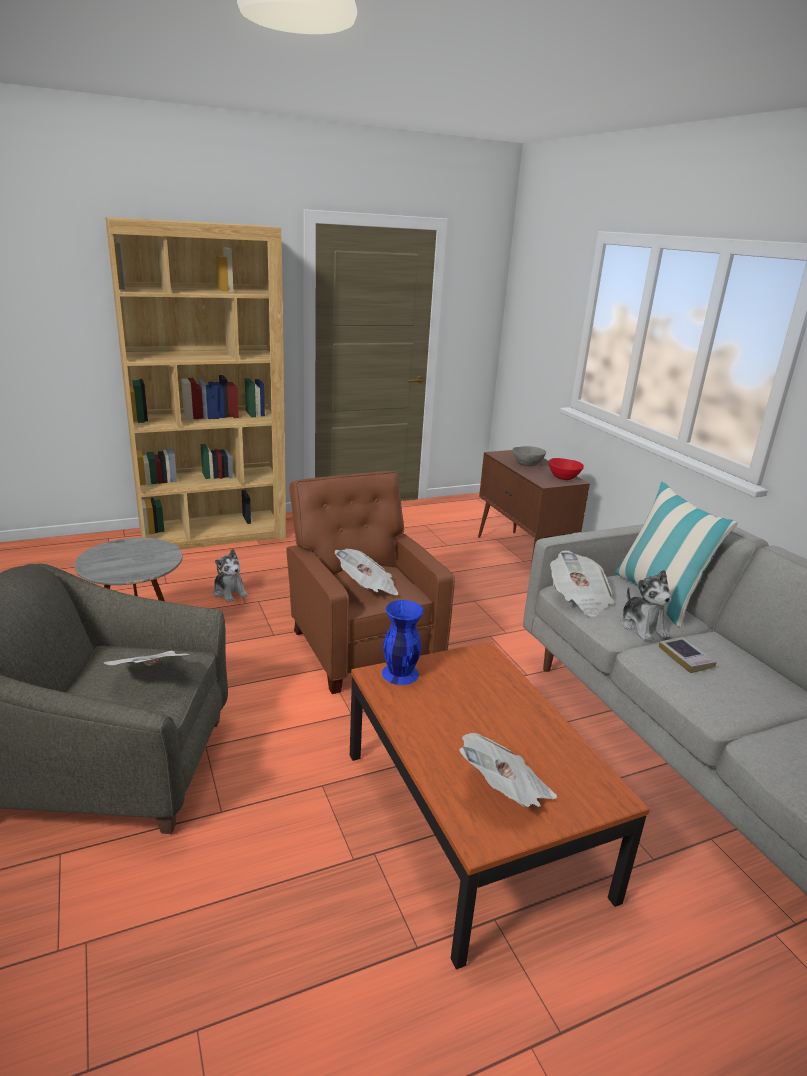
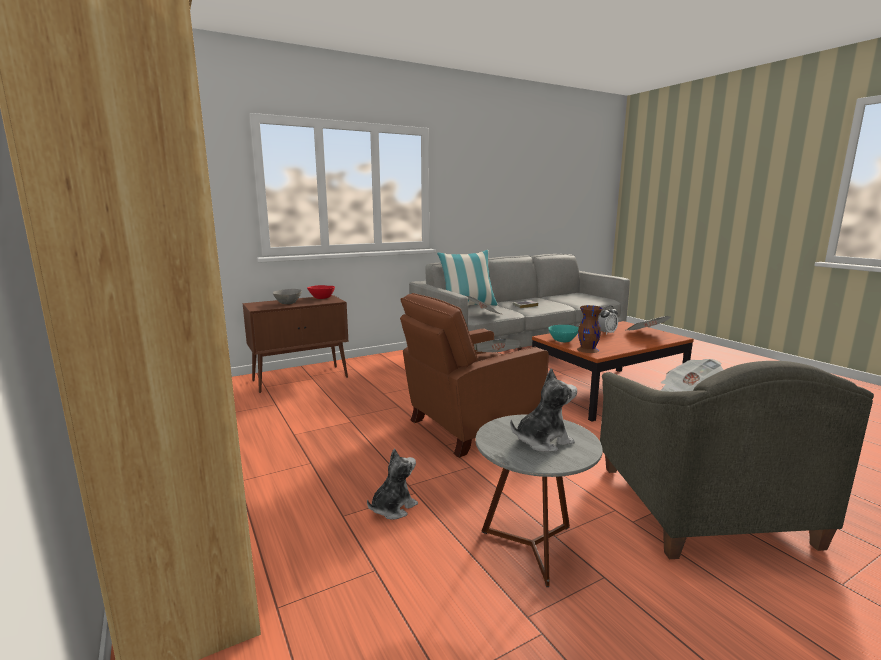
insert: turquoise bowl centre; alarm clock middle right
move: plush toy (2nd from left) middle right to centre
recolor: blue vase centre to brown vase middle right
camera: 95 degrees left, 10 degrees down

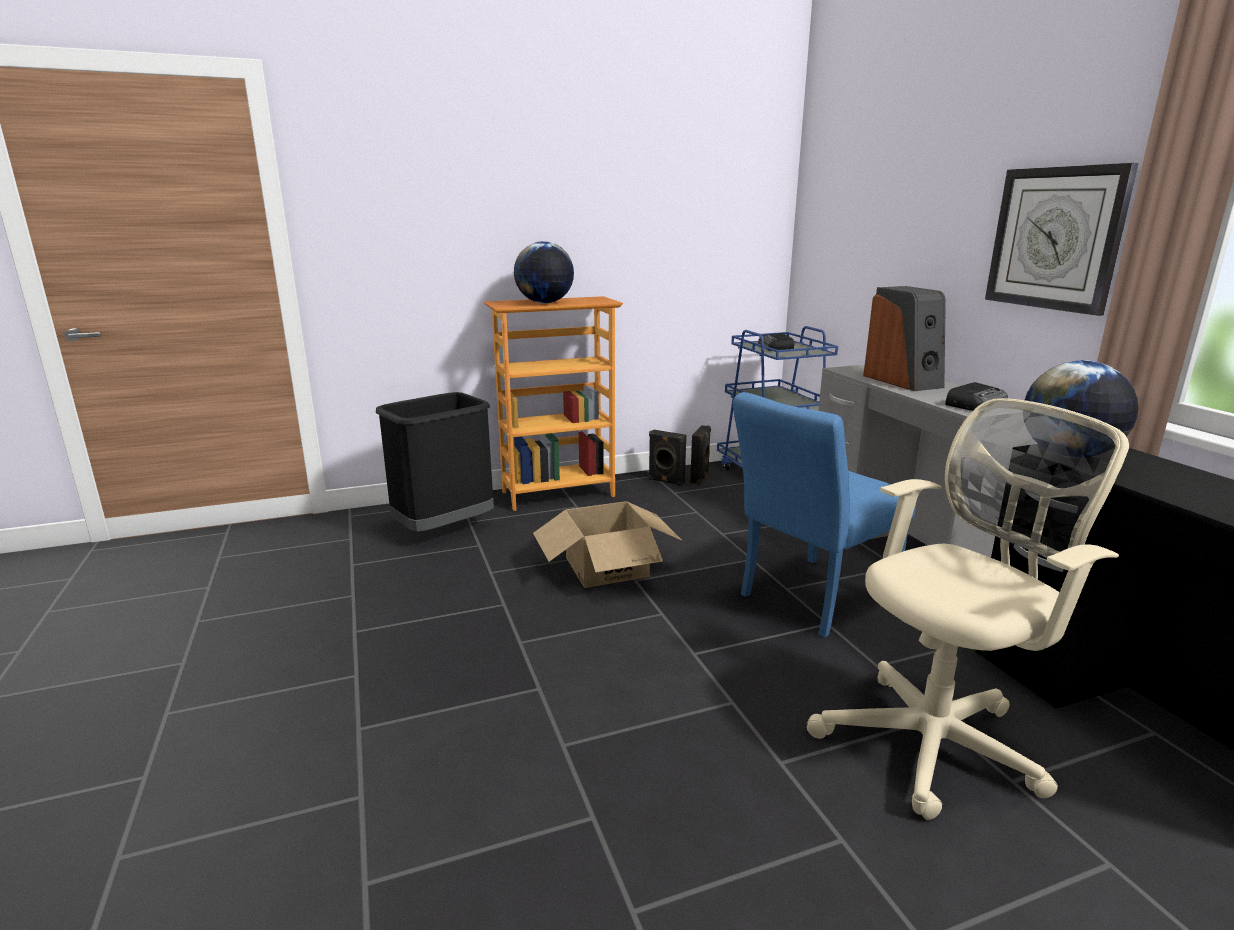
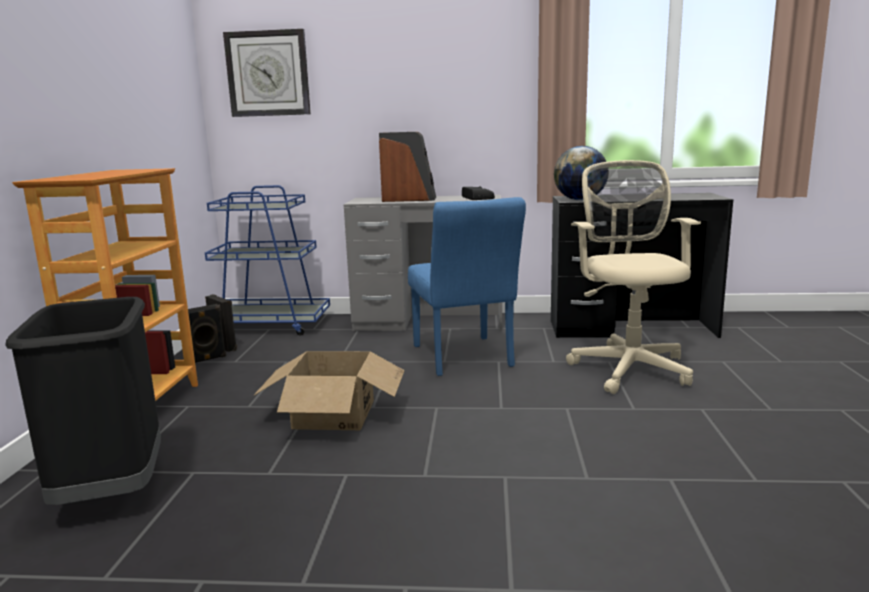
delete: globe (1st from left) top centre; radio (1st from left) centre
move: wall clock top right to top left
camera: 65 degrees left, 5 degrees down

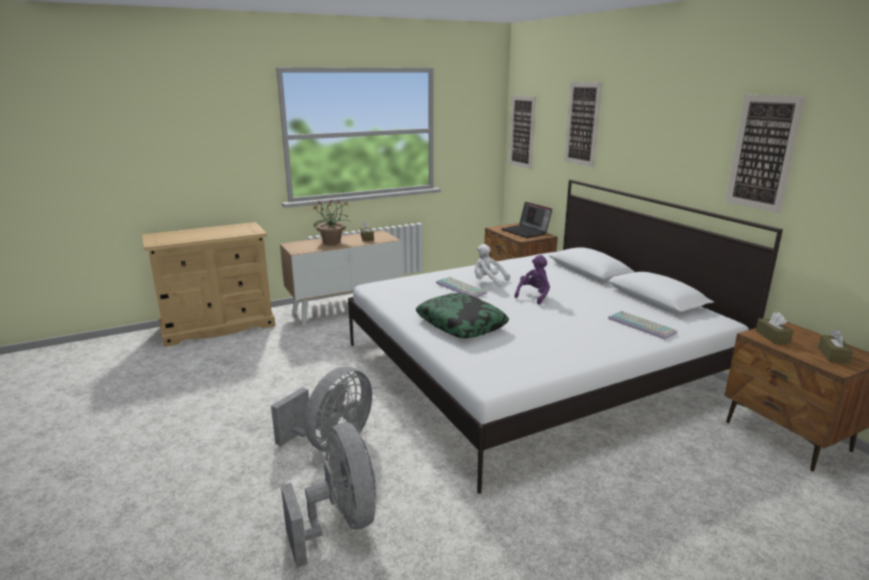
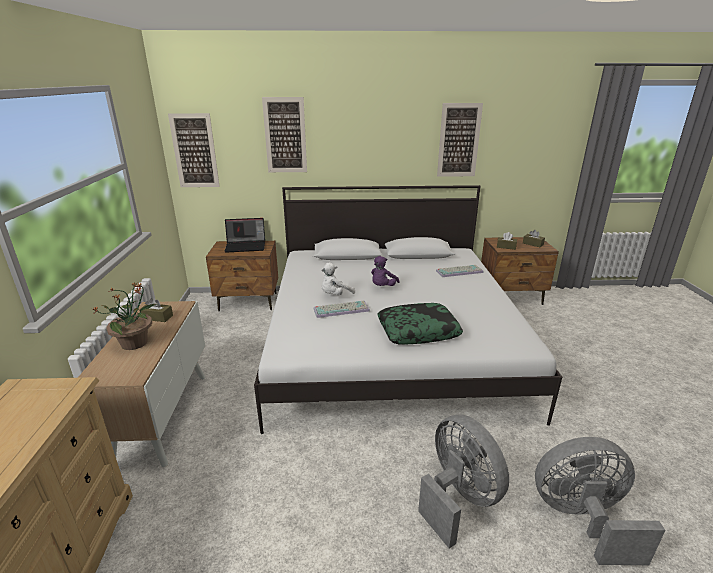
rotate: purple plush toy centre = centre 120 degrees counterclockwise
camera: 65 degrees left, 5 degrees up

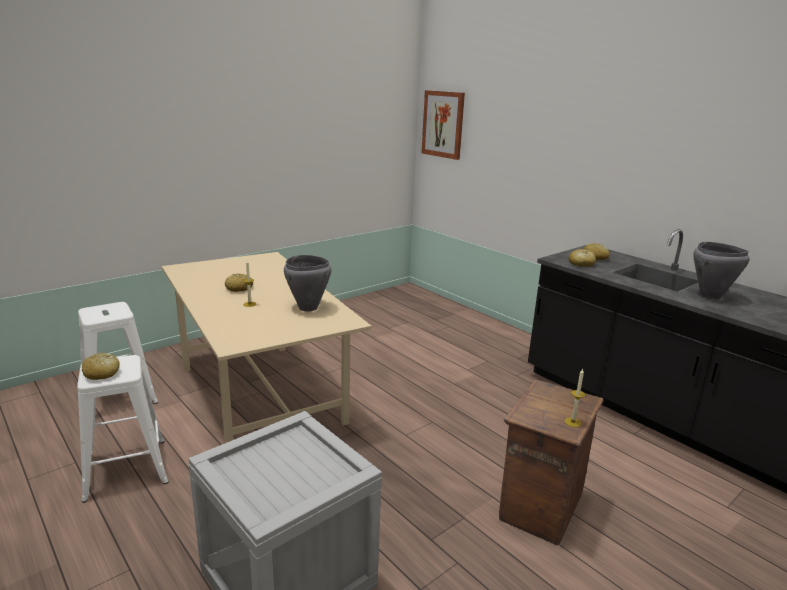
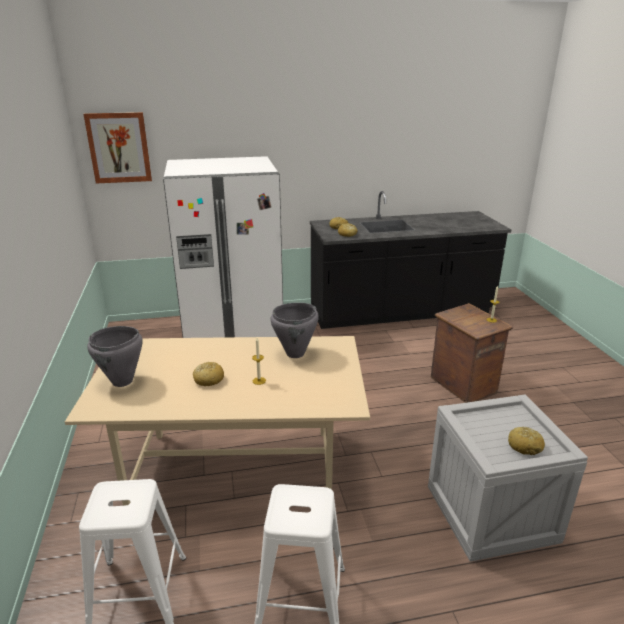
insert: white fridge centre
move: bread (1st from left in the first image) middle left to bread (4th from left) bottom right; grey cooking pot (2nd from left in the first image) middle right to grey cooking pot (1st from left) middle left
camera: 60 degrees left, 5 degrees up

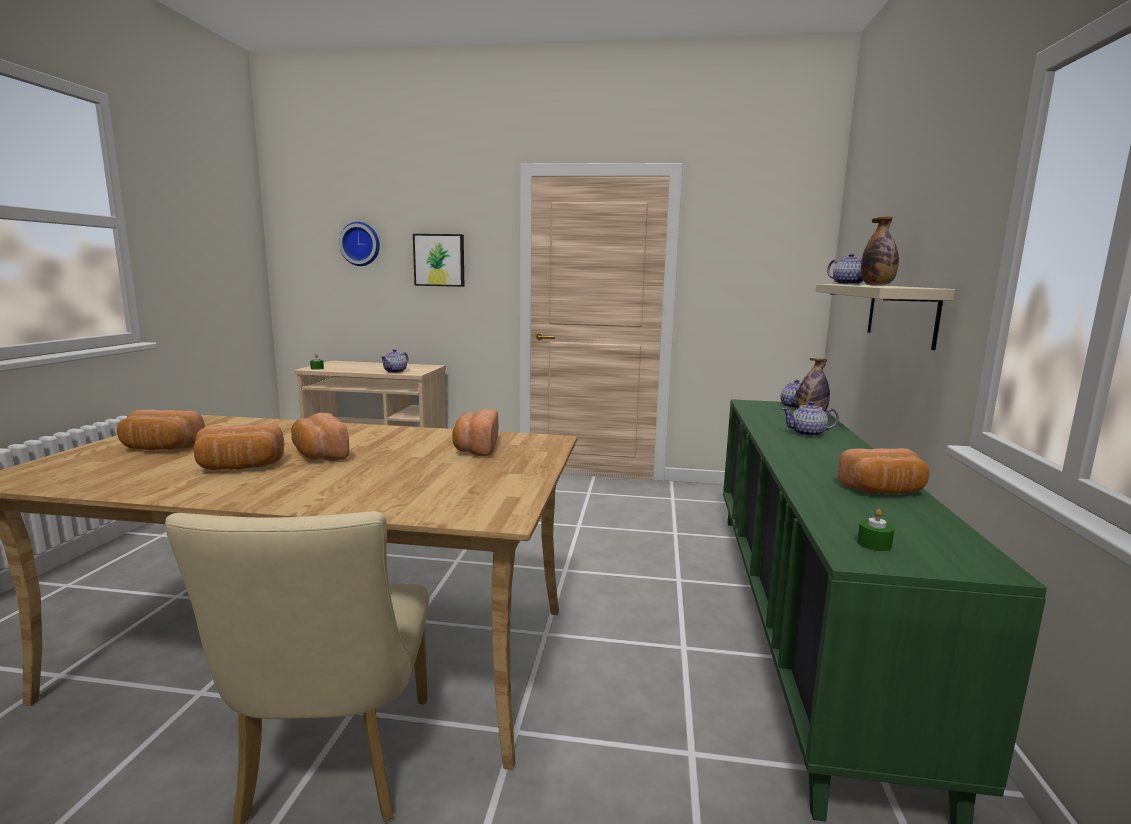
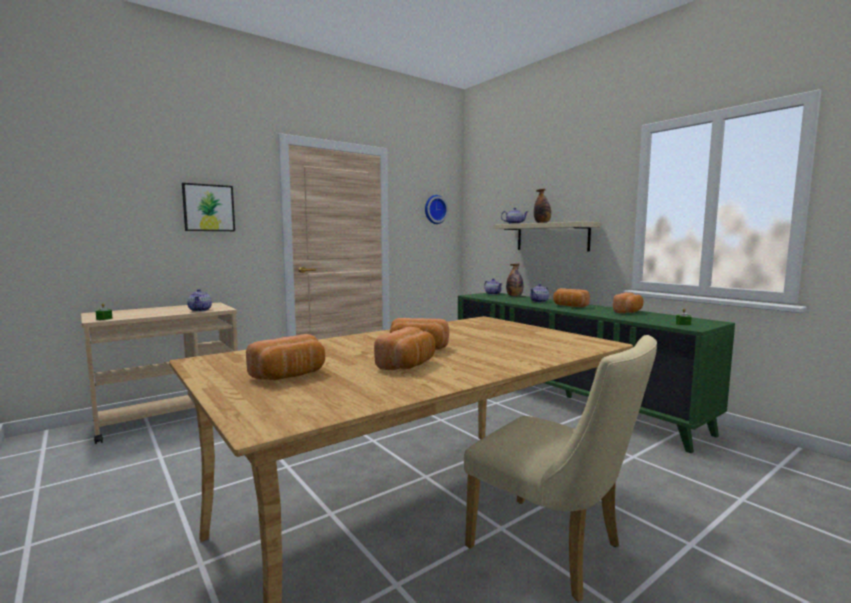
move: wall clock top left to centre; bread (4th from left) centre to middle right
camera: 45 degrees left, 5 degrees down

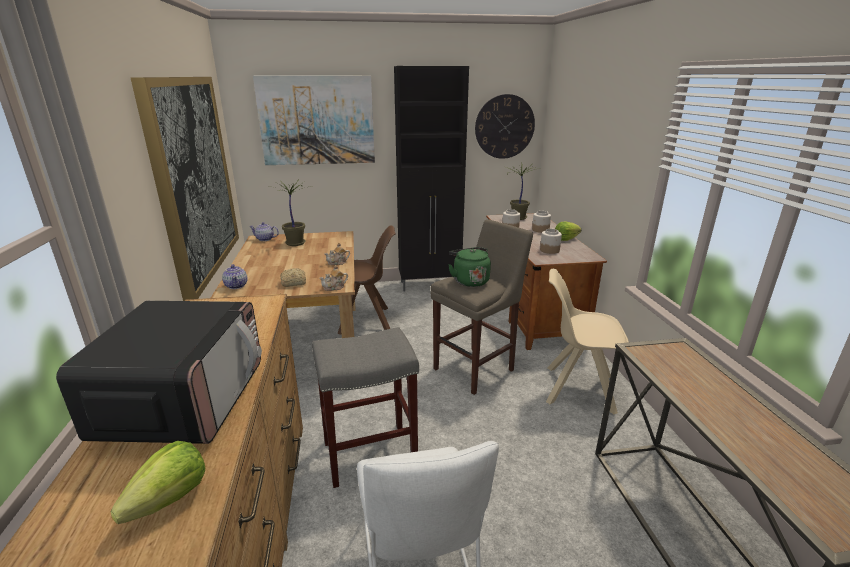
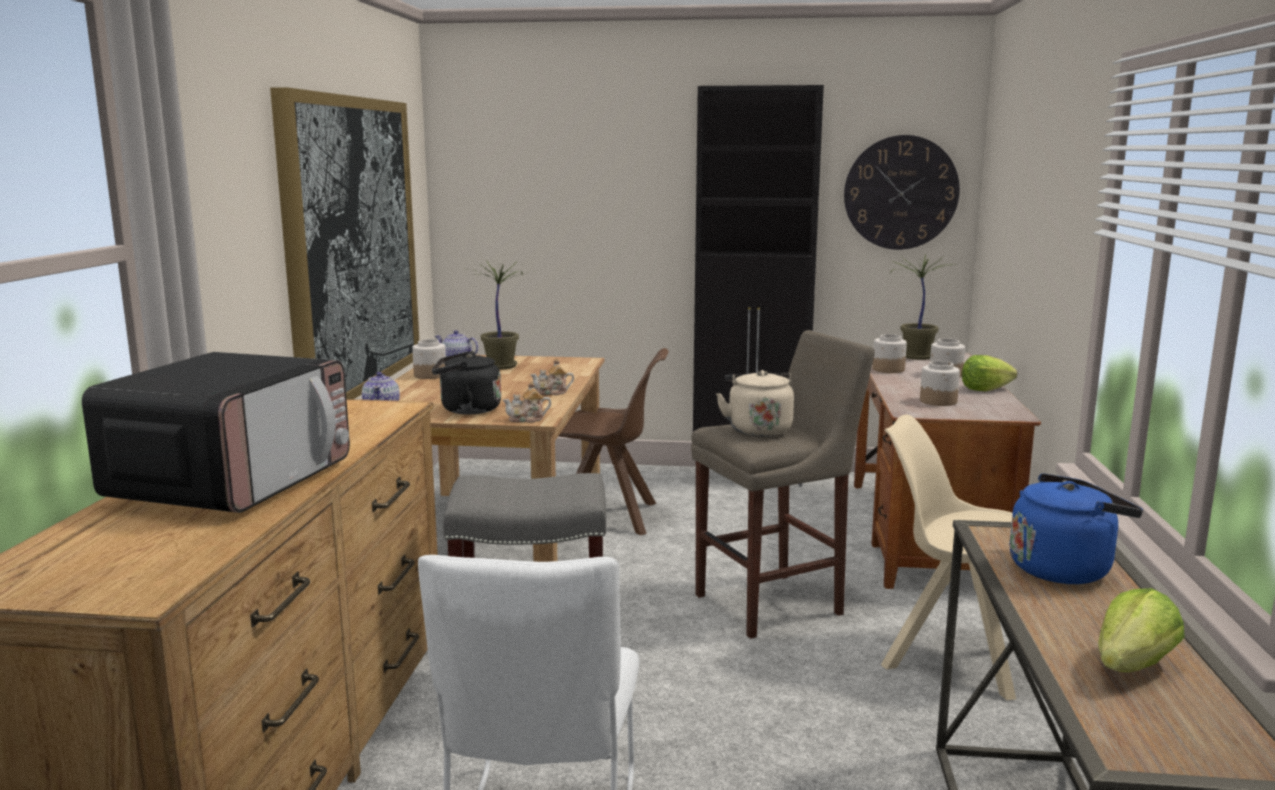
delete: picture (2nd from left) top centre
insert: jar (1st from left) centre; blue kettle bottom right
move: lettuce (1st from left in the first image) bottom left to lettuce (2nd from left) bottom right
replace: bread centre to black kettle centre
recolor: green kettle centre to beige kettle centre
camera: 15 degrees right, 10 degrees down

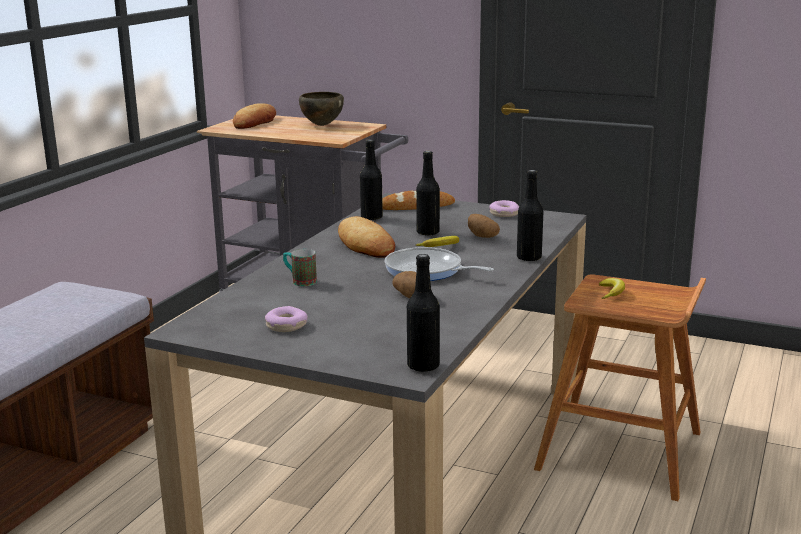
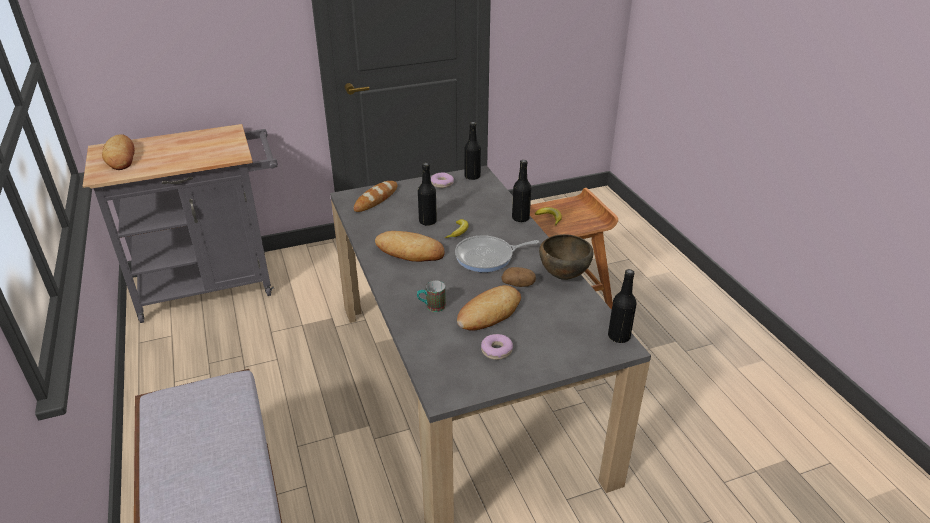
delete: potato (2nd from left) centre
insert: bread (4th from left) centre
move: brown bowl top centre to centre; black bottle (1st from left in the first image) centre to black bottle (2nd from left) top centre
camera: 45 degrees left, 15 degrees up

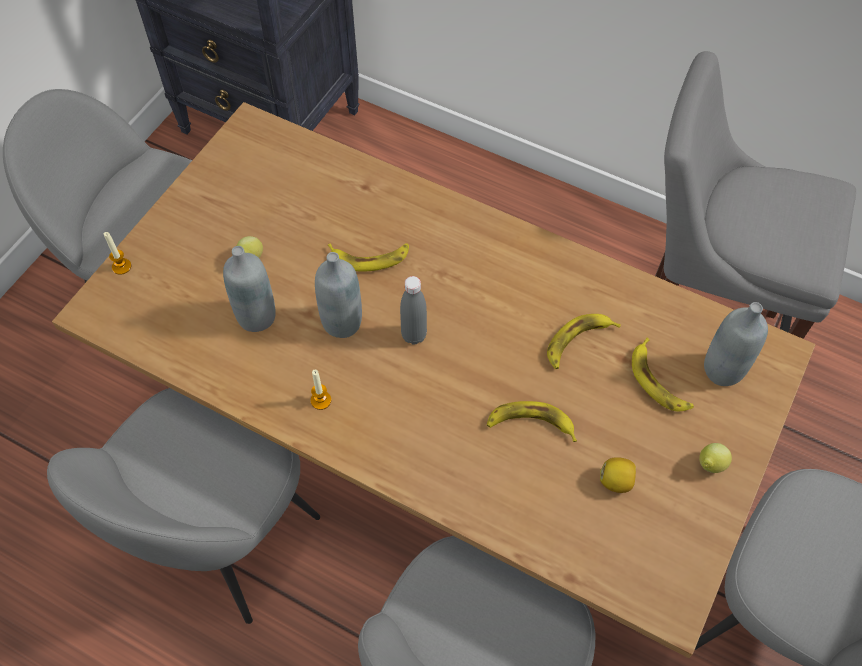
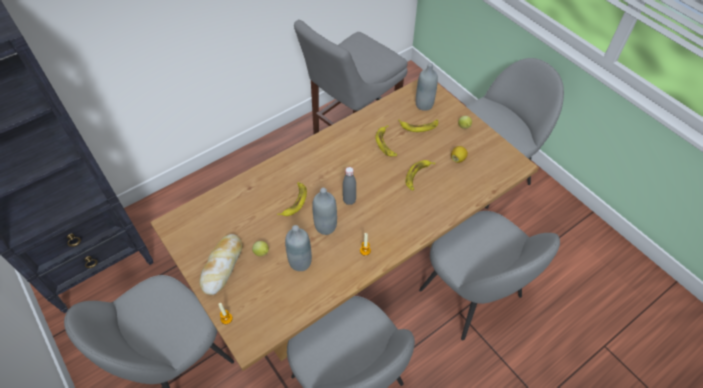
insert: bread bottom left
camera: 65 degrees left, 5 degrees down

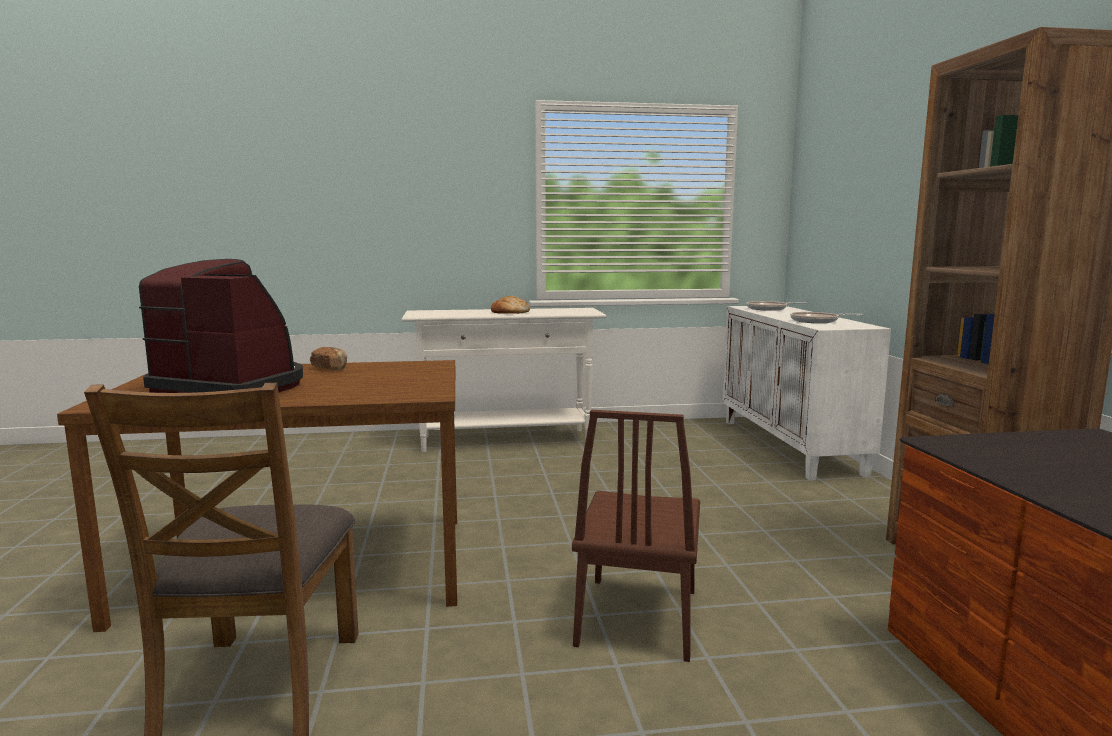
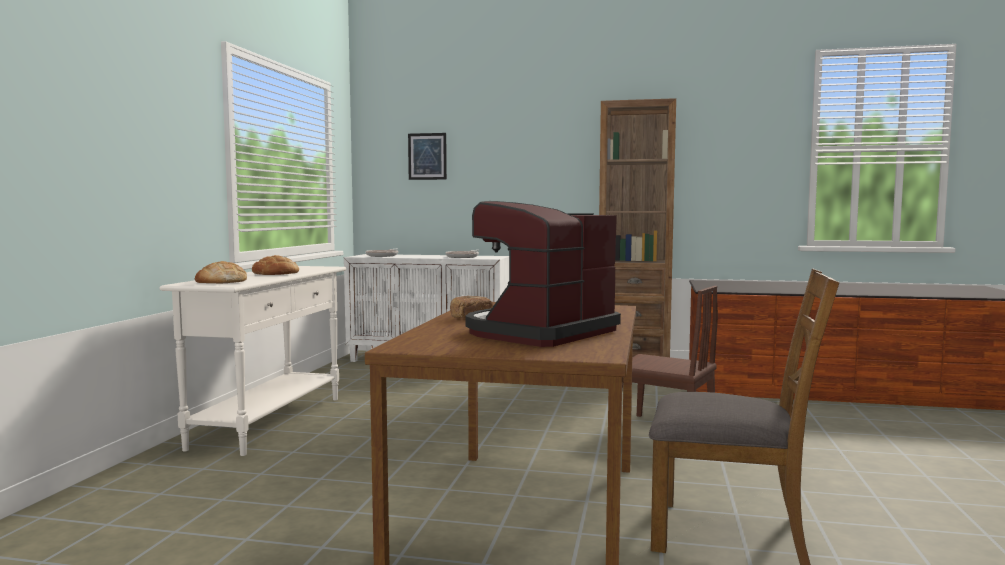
insert: bread (1st from left) middle left; picture top centre
camera: 70 degrees left, 5 degrees down

